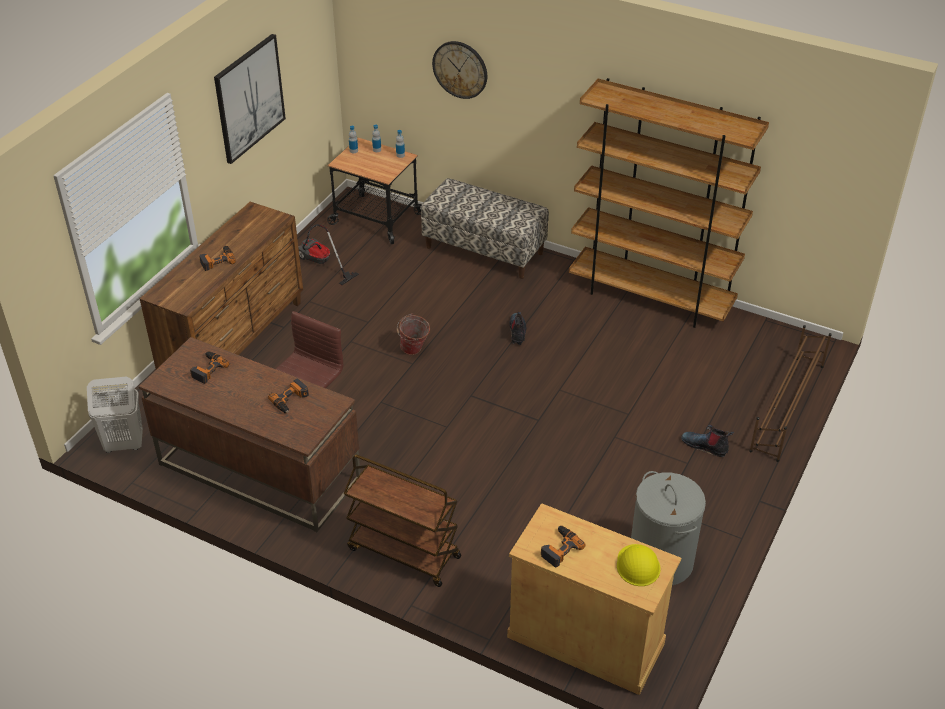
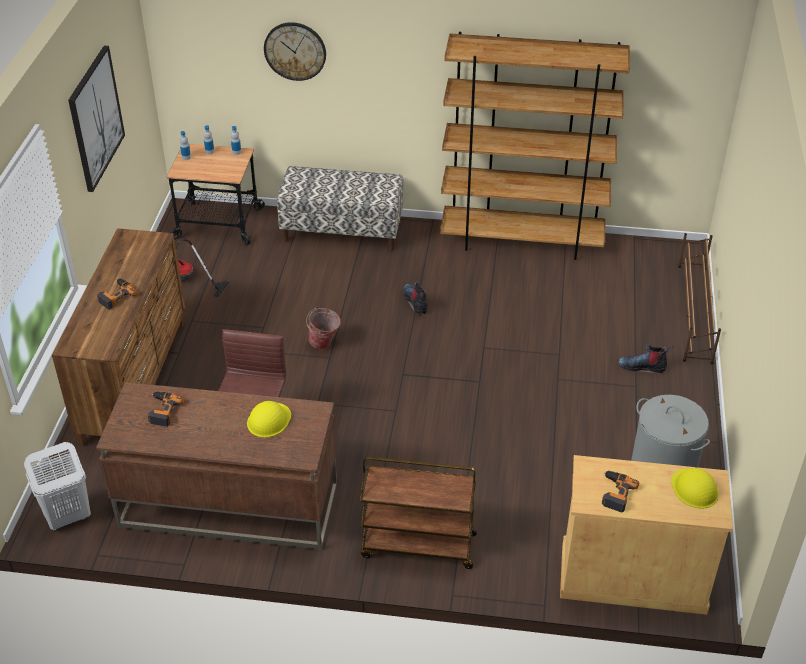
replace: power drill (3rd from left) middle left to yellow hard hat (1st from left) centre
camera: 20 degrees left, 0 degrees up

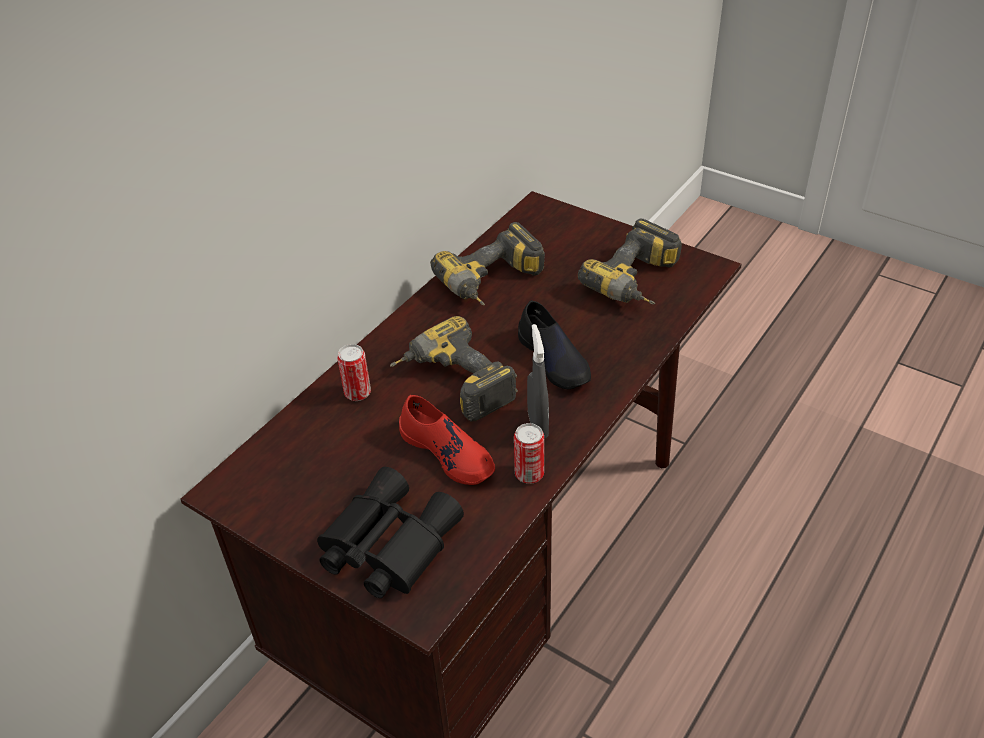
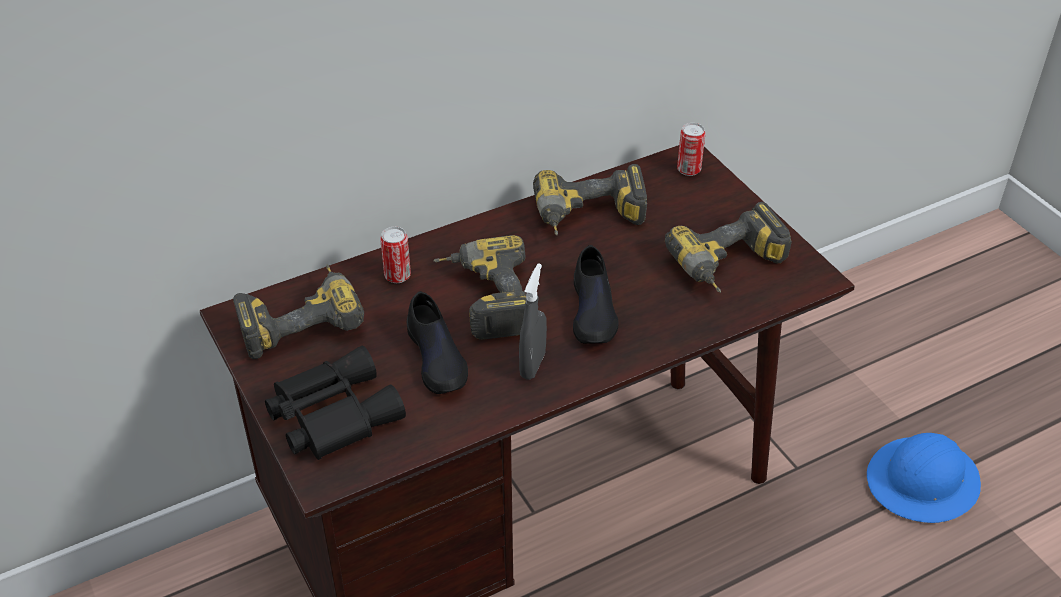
insert: power drill (1st from left) middle left; blue hard hat bottom right
move: can (2nd from left) centre to top centre
recolor: red shoe centre to black shoe (1st from left) centre
camera: 25 degrees right, 0 degrees up

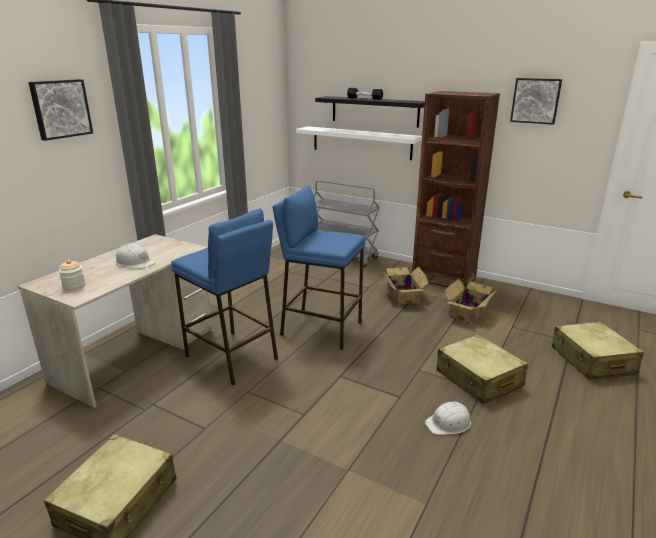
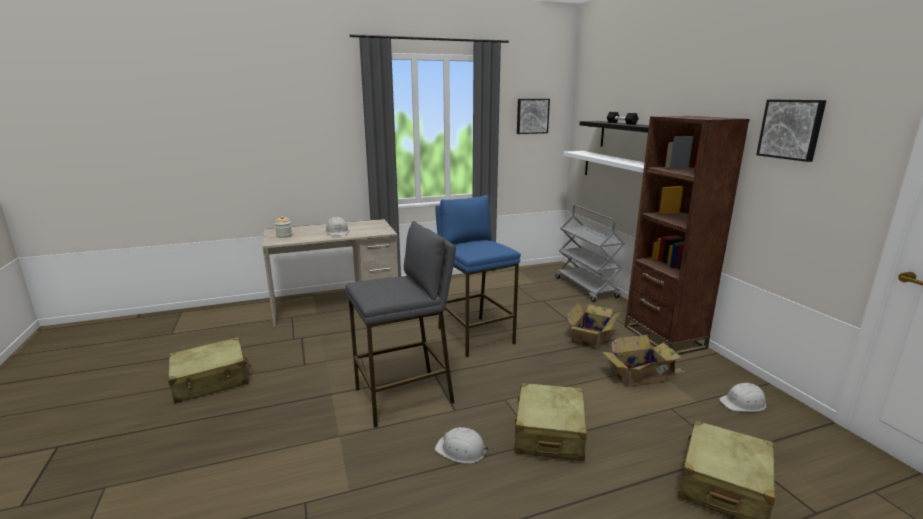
delete: blue stool (1st from left) centre
insert: grey stool centre; white hard hat (3rd from left) bottom right
move: picture (1st from left) top left to top centre
camera: 40 degrees right, 5 degrees down

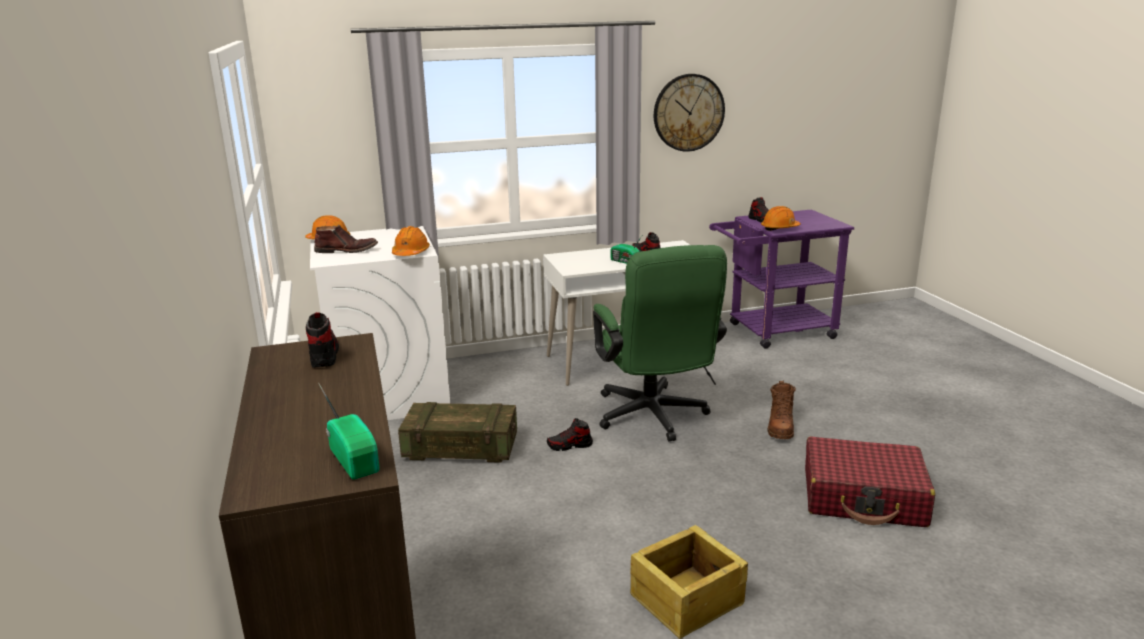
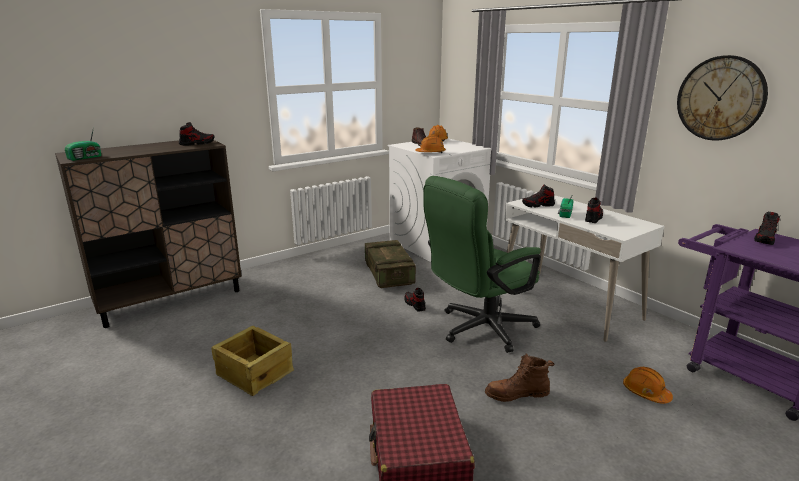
insert: shoe (3rd from left) middle right
move: orange hard hat (3rd from left) middle right to bottom right
camera: 70 degrees right, 0 degrees up

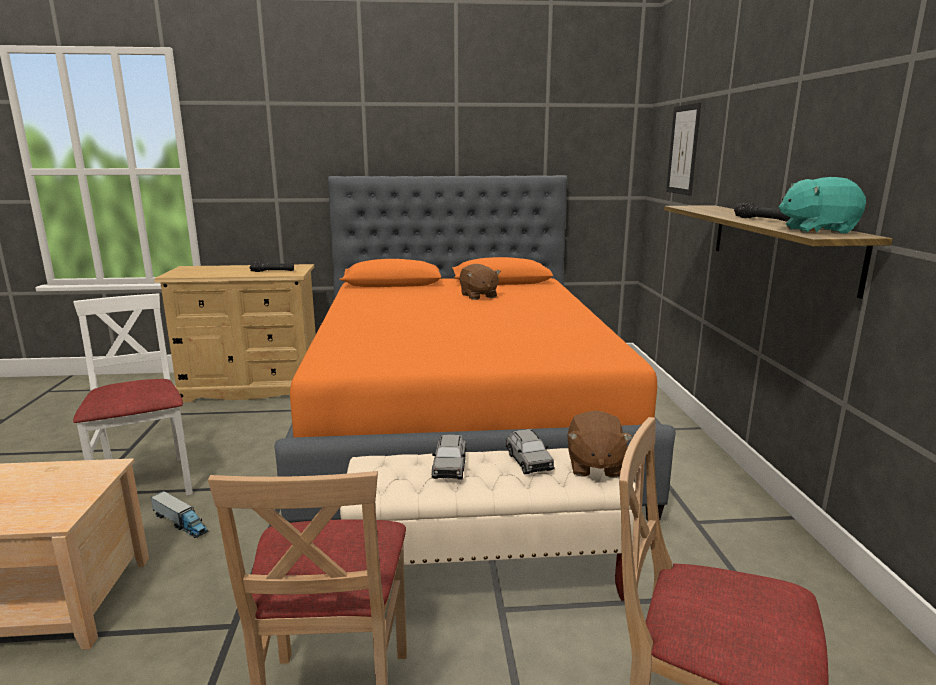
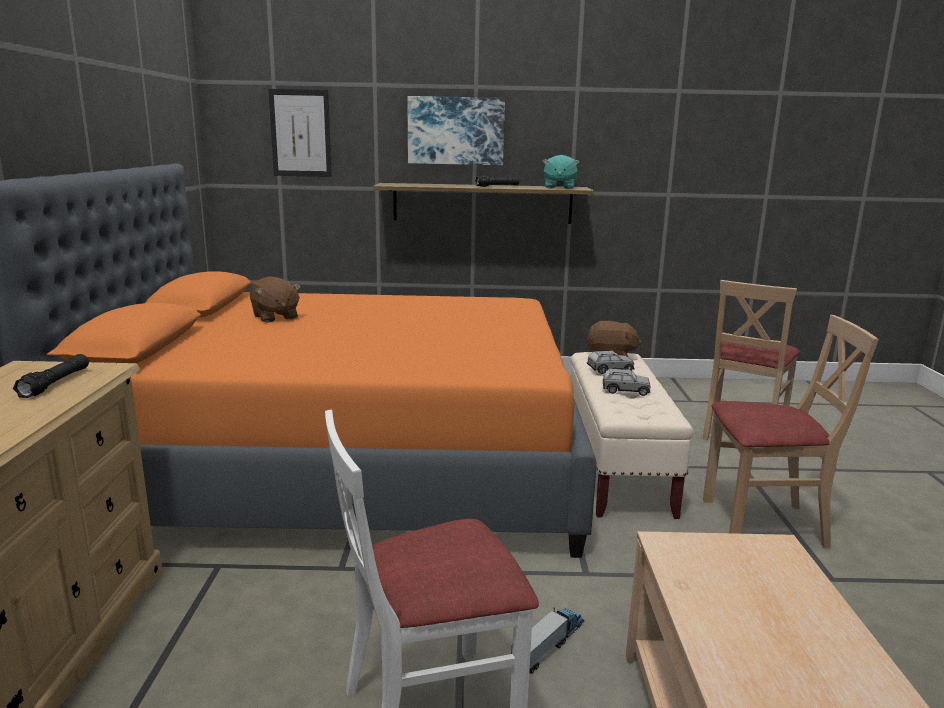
insert: picture (2nd from left) top centre
rotate: brown plush toy (1st from left) centre = middle left 75 degrees clockwise
camera: 85 degrees left, 0 degrees up

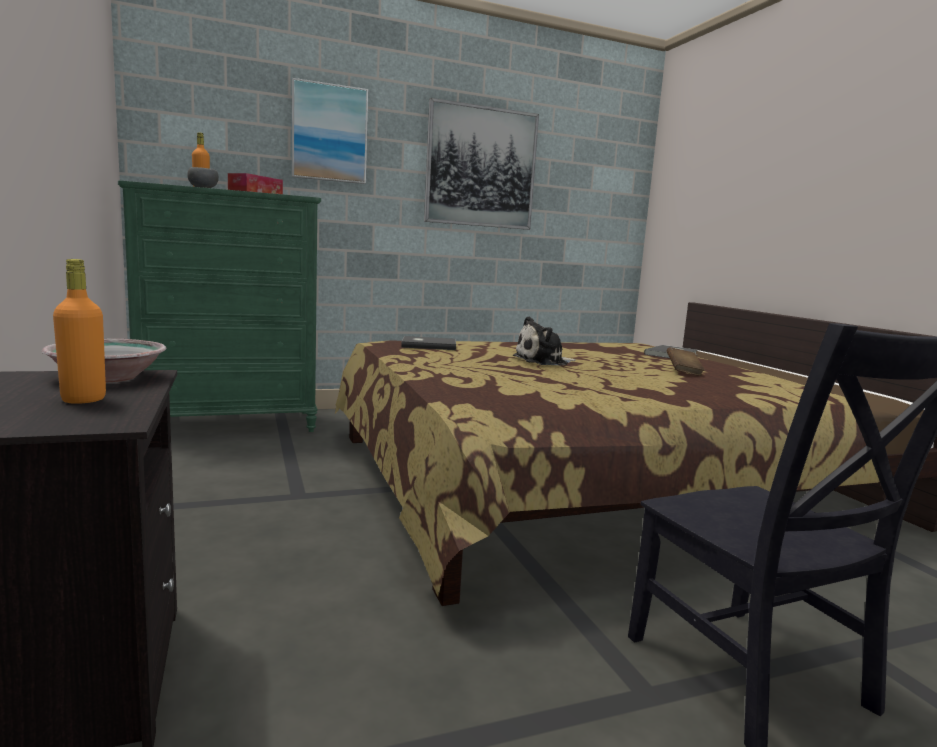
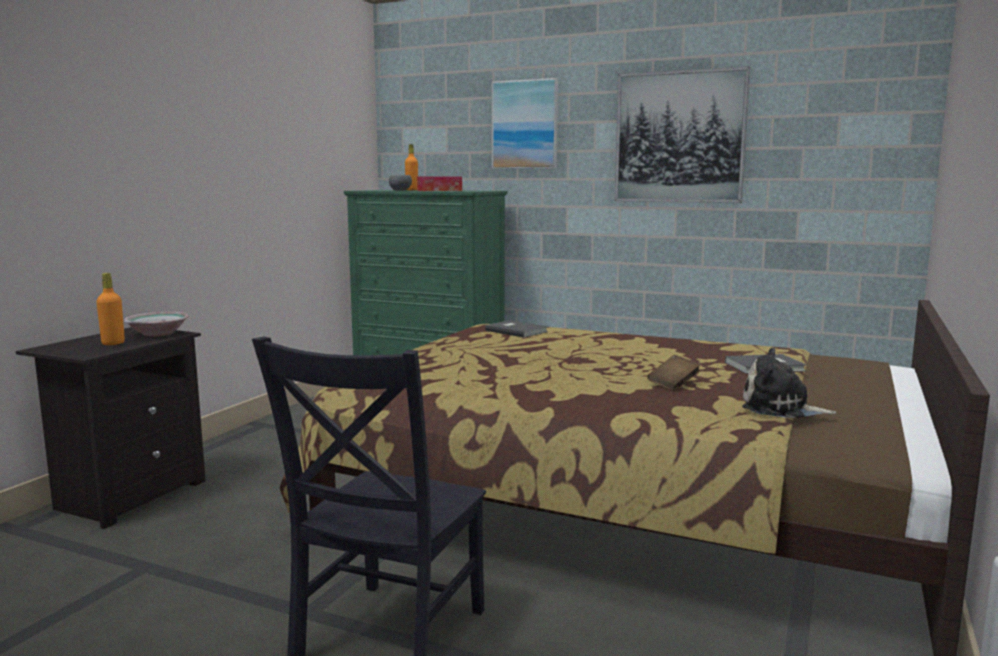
move: plush toy centre to middle right
camera: 45 degrees right, 0 degrees up

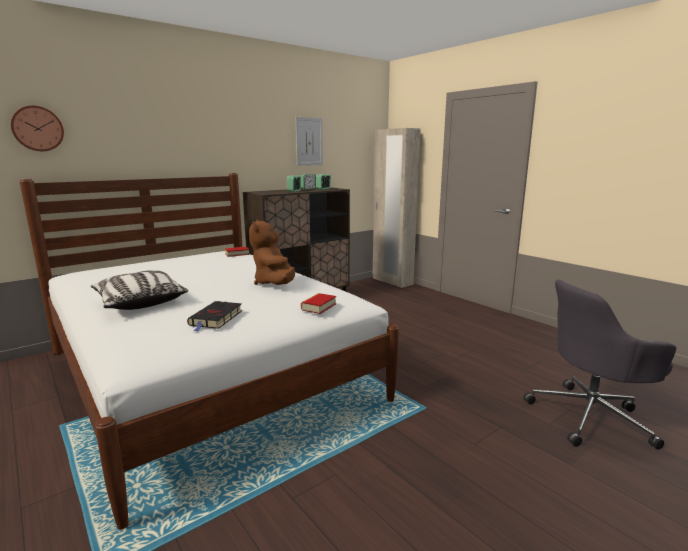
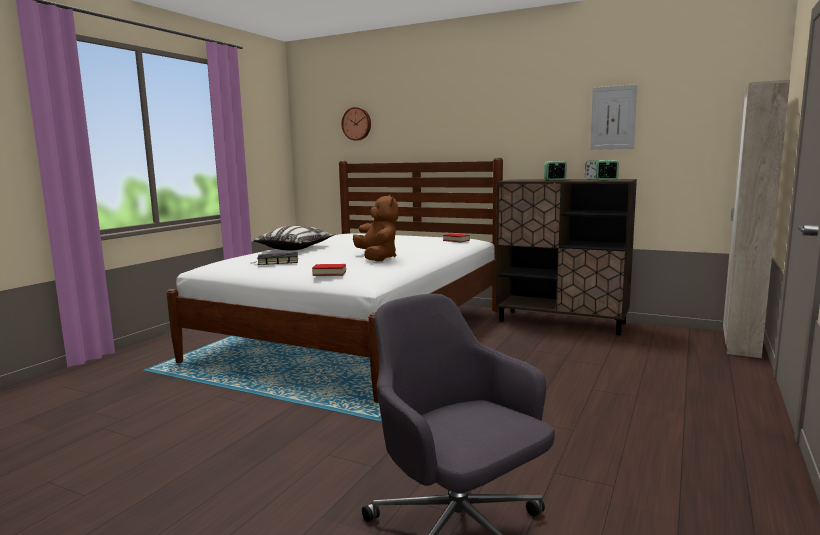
rotate: brown plush toy centre = centre 105 degrees clockwise
camera: 65 degrees right, 5 degrees down

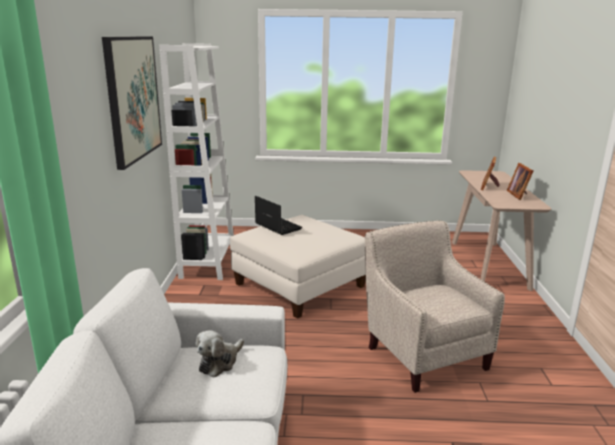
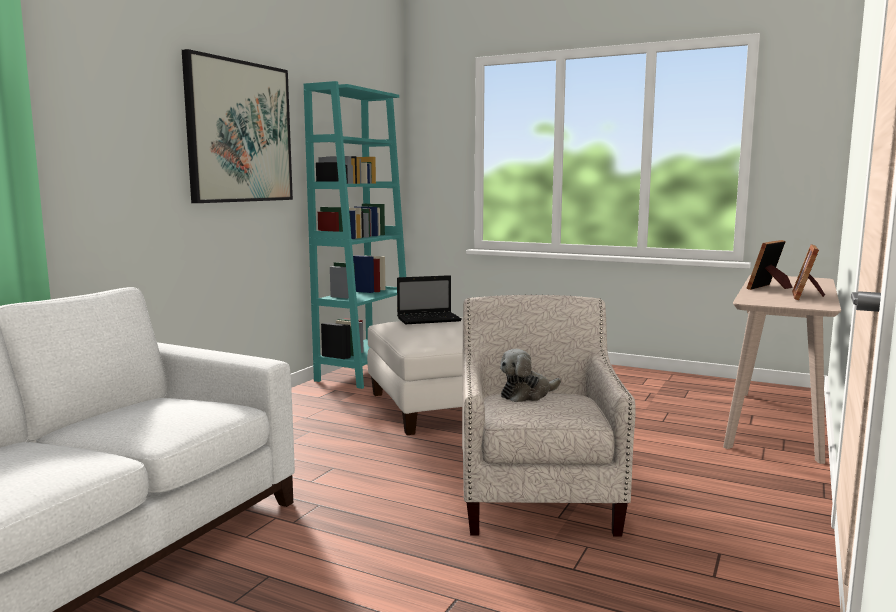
move: plush toy bottom centre to centre
recolor: white bookcase middle left to turquoise bookcase centre
rotate: laptop centre = centre 90 degrees clockwise
camera: 25 degrees right, 10 degrees down

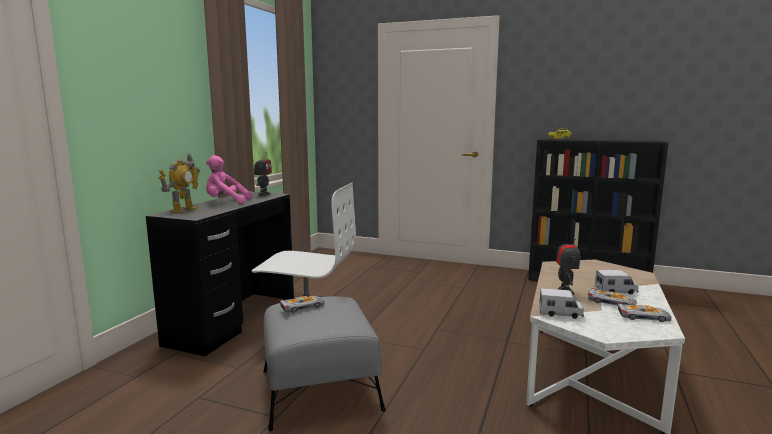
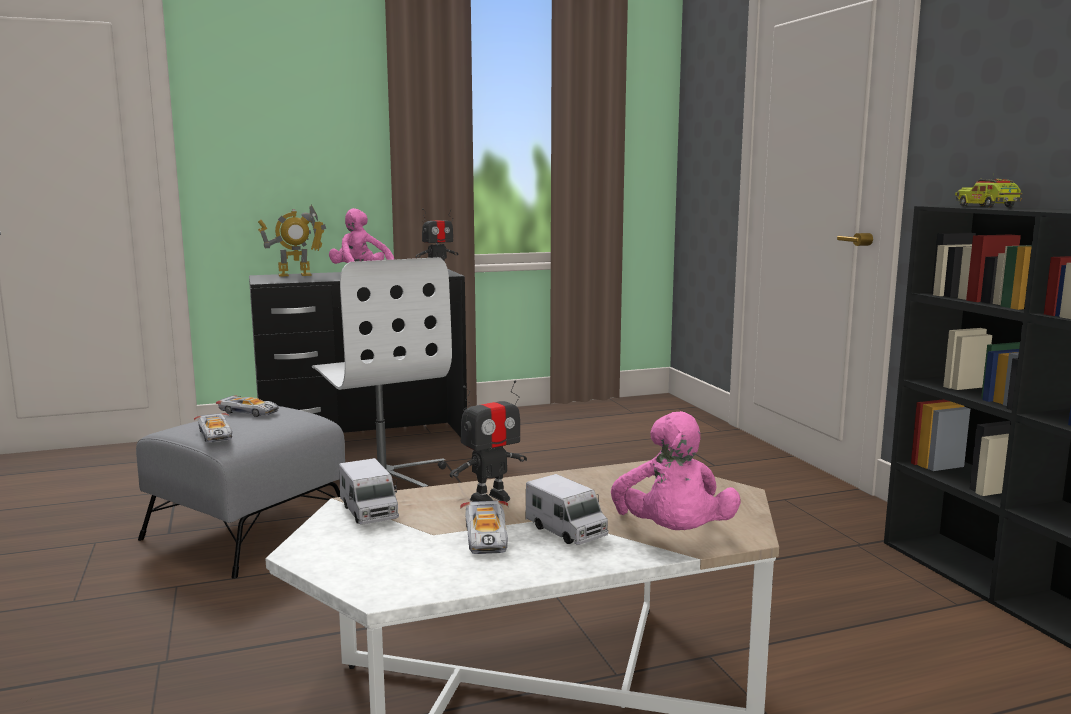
insert: pink plush toy (2nd from left) centre
move: toy car (3rd from left in the first image) bottom right to toy car (1st from left) middle left
camera: 50 degrees right, 0 degrees up

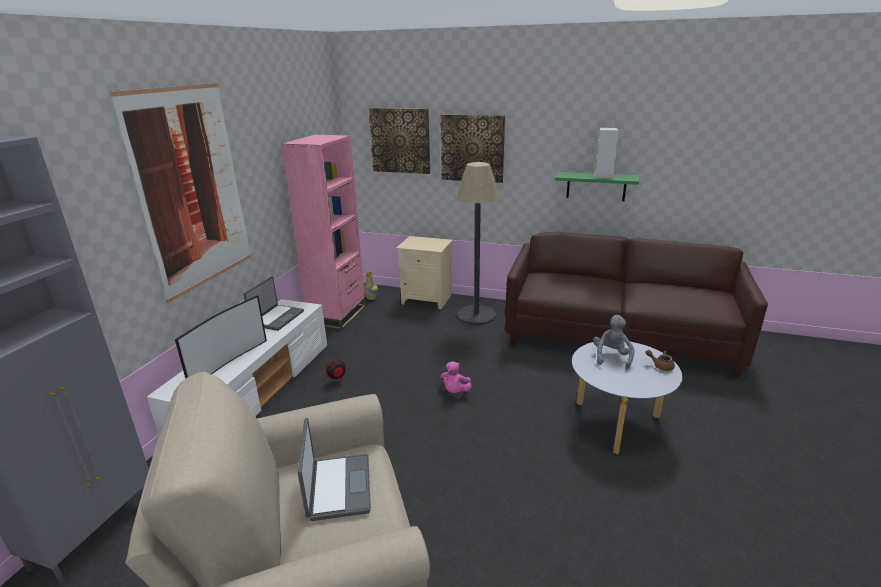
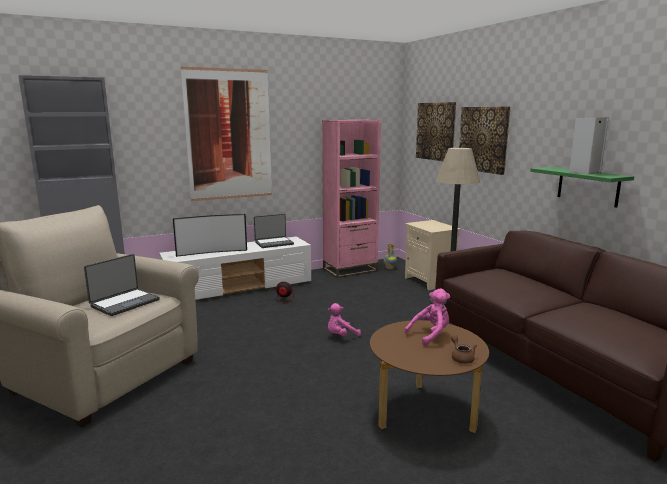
recolor: grey coffee table bottom right to brown coffee table bottom centre; grey plush toy middle right to pink plush toy (2nd from left) centre
camera: 45 degrees right, 10 degrees down

